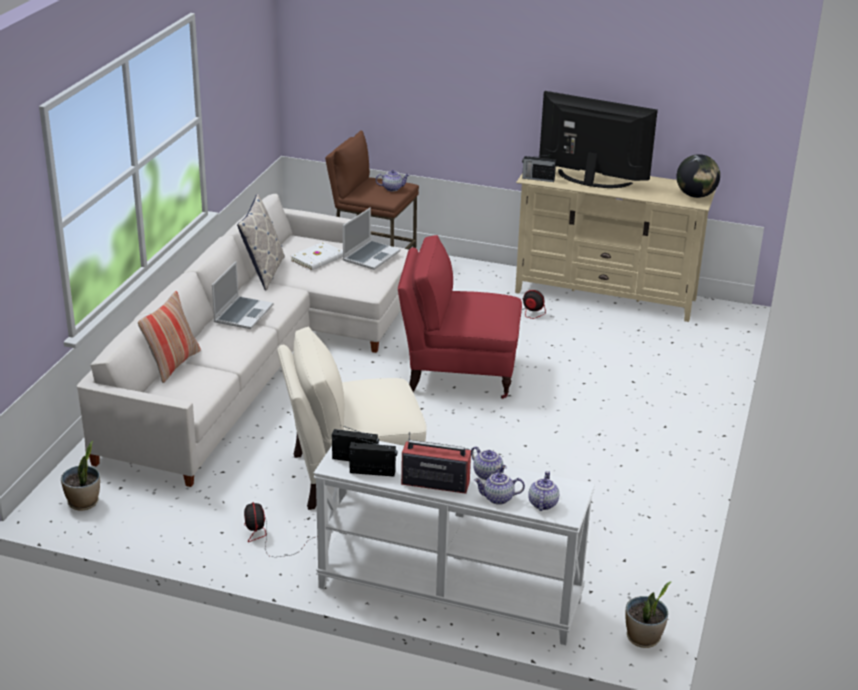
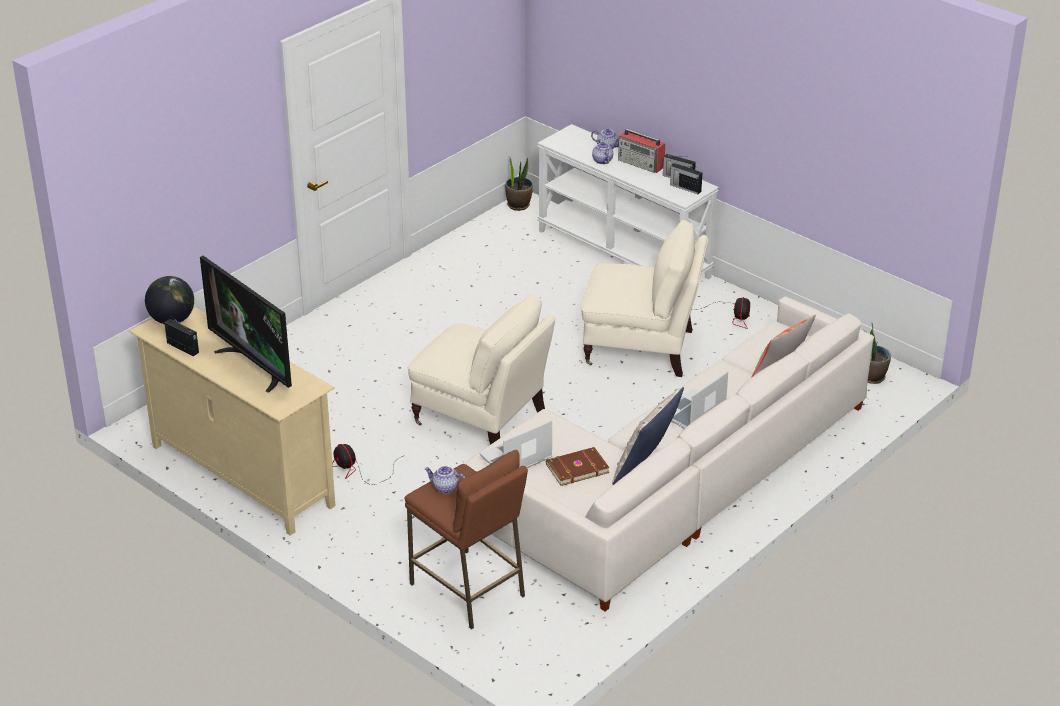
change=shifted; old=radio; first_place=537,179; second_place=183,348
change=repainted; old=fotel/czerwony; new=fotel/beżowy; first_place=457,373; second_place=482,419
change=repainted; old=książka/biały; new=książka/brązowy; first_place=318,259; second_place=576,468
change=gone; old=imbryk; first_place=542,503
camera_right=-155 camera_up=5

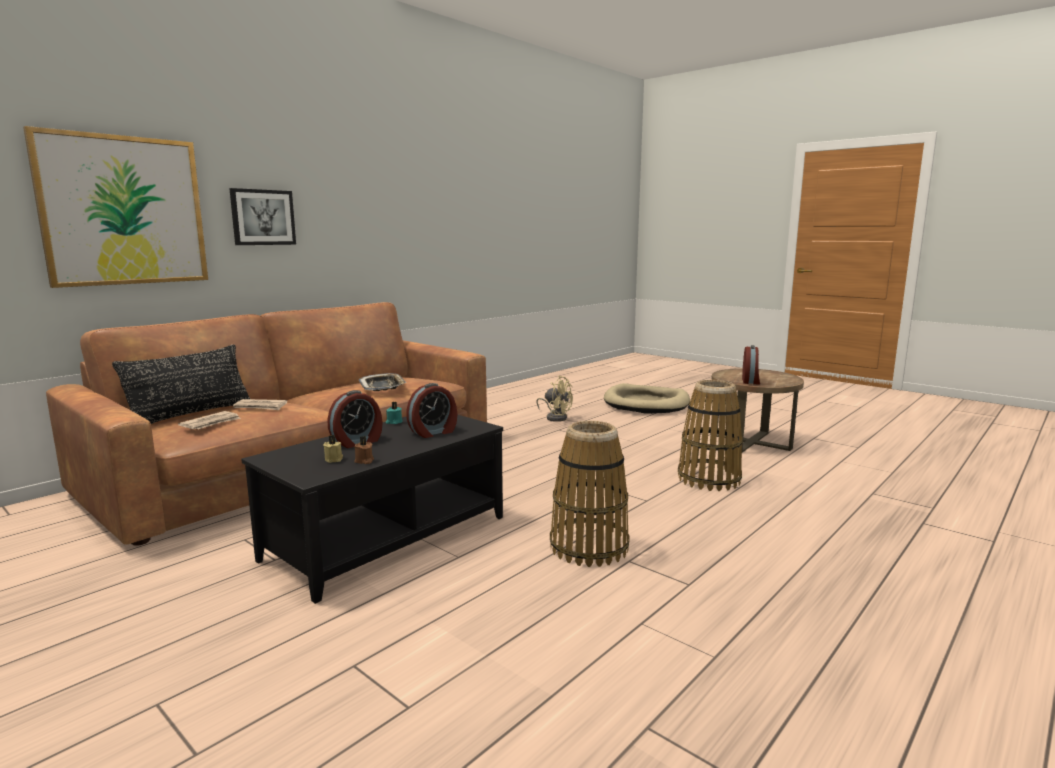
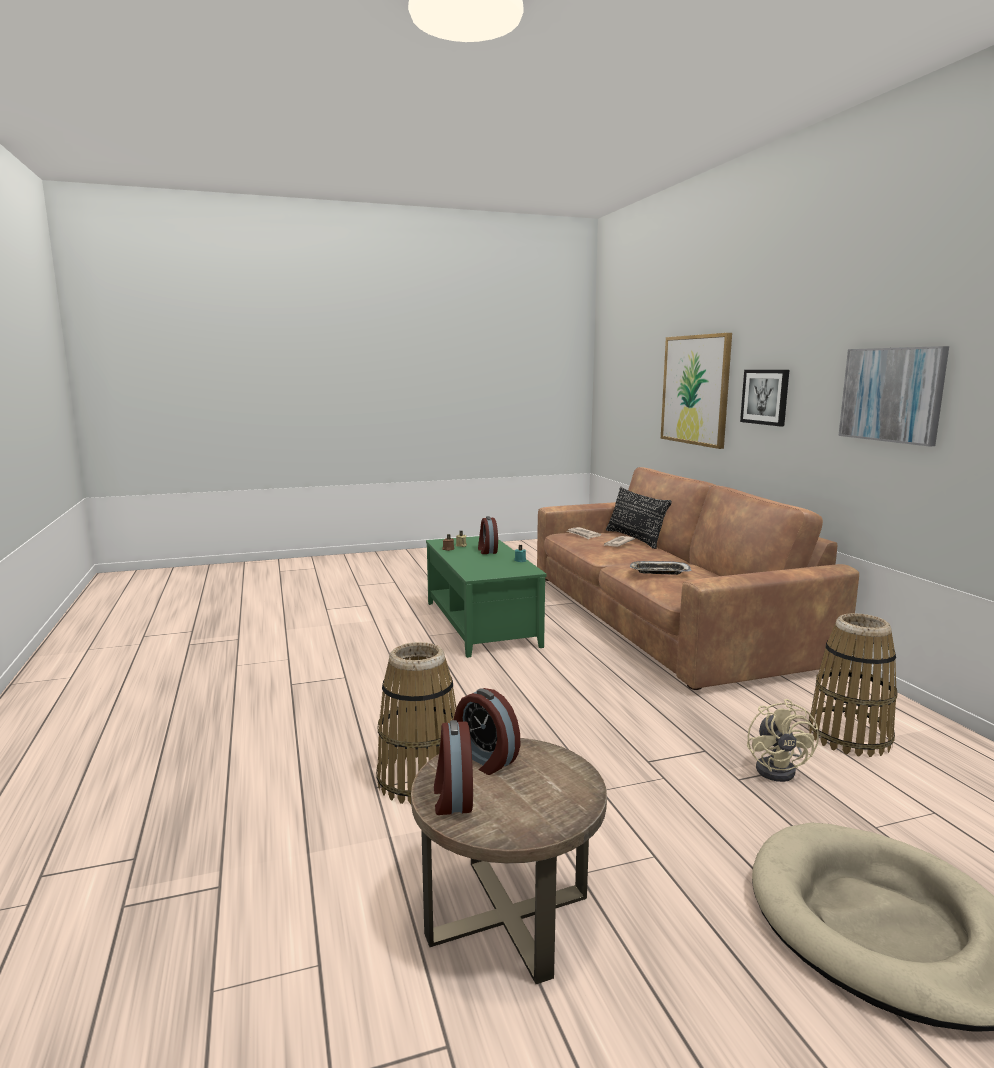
change=repainted; old=ława/czarny; new=ława/zielony; first_place=386,537; second_place=482,623
change=shifted; old=budzik; first_place=433,432; second_place=452,798
change=rotated; old=wentylator/beżowy; first_place=555,417; second_place=780,769; degrees=-60
change=shifted; old=koszyk; first_place=588,547; second_place=849,736
change=new; new=obraz; second_place=892,394
camera_right=120 camera_up=0

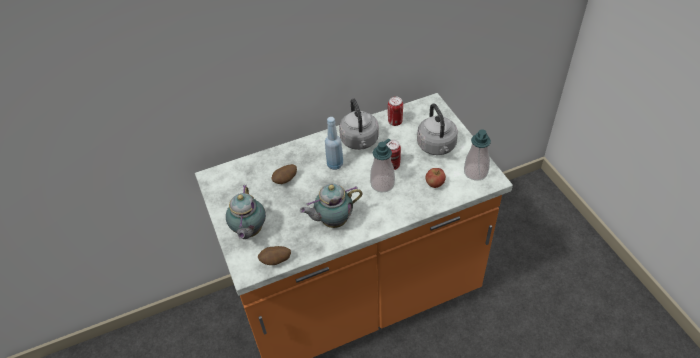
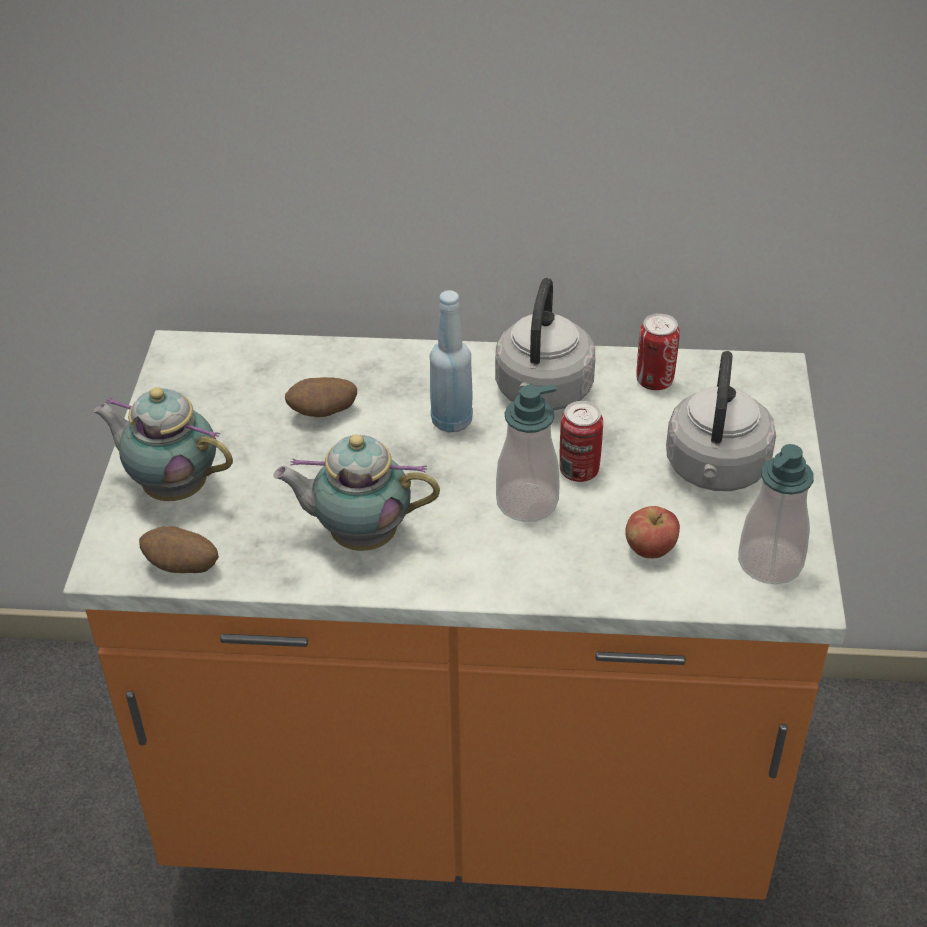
change=rotated; old=imbryk; first_place=249,232; second_place=172,487; degrees=90
camera_right=25 camera_up=-5

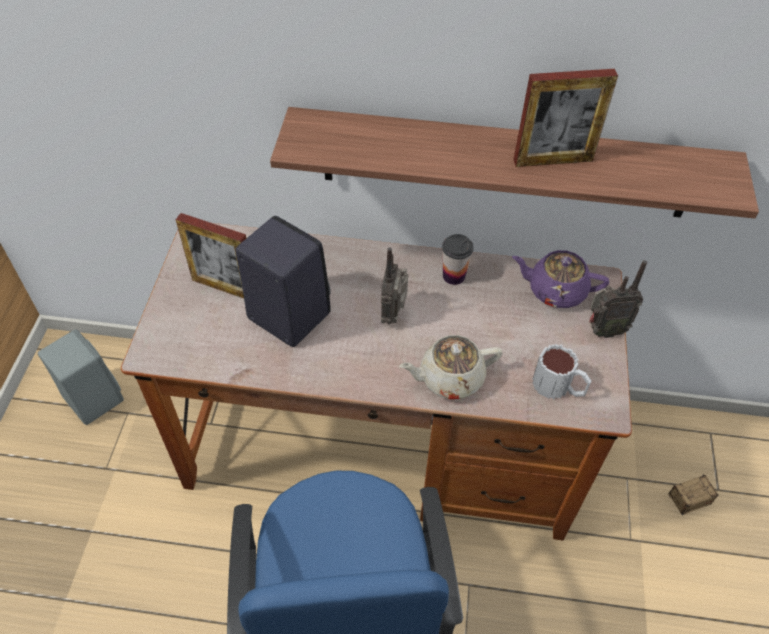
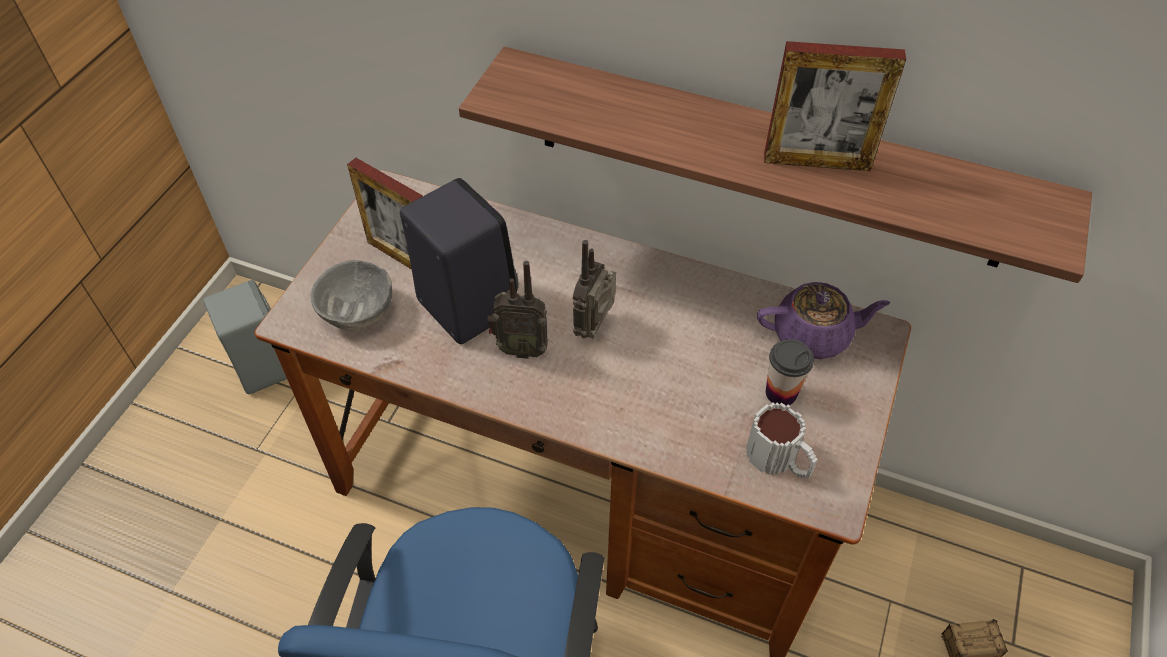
change=new; new=miska/szary; second_place=358,311
change=shifted; old=radio; first_place=603,330; second_place=521,348
change=rotated; old=imbryk/fioletowy; first_place=555,290; second_place=813,335; degrees=150
change=shifted; old=filiżanka; first_place=453,276; second_place=781,393
change=gone; old=imbryk/beżowy; first_place=450,378
camera_right=15 camera_up=0

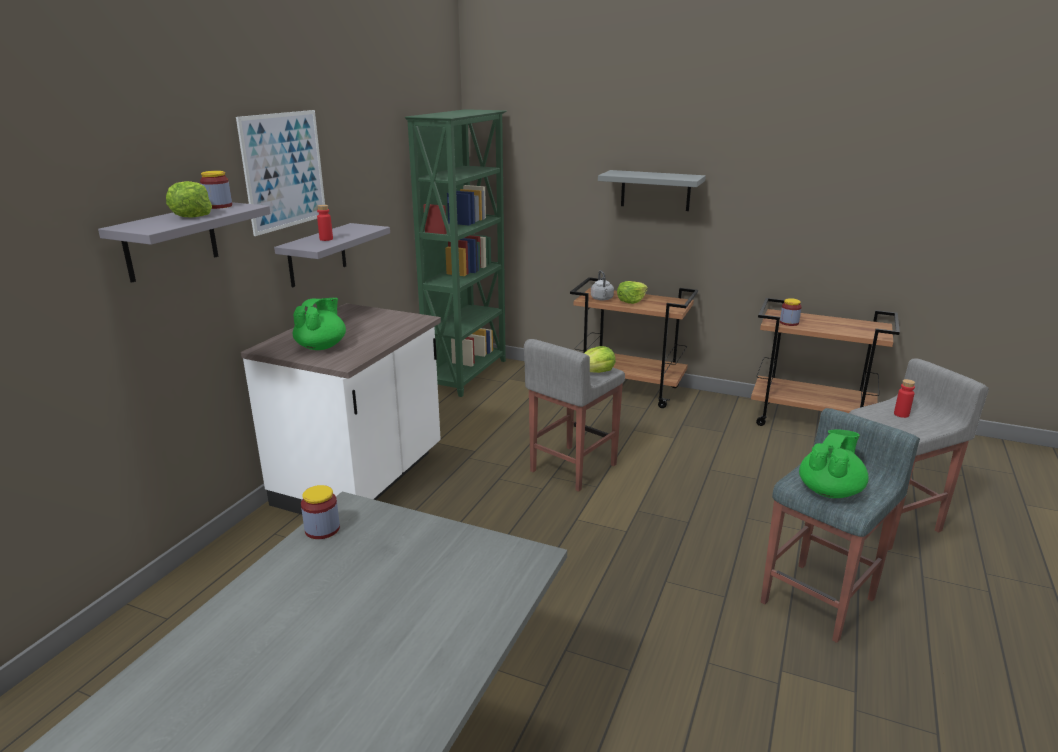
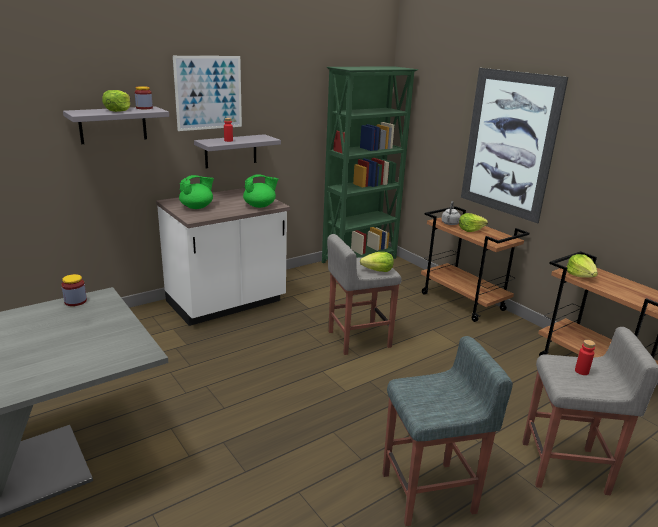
change=shifted; old=imbryk/zielony; first_place=830,491; second_place=260,206
change=swapped; old=półka/szary; new=obraz; first_place=655,190; second_place=509,144
change=swapped; old=słoik; new=sałata; first_place=789,323; second_place=580,275
camera_right=30 camera_up=0

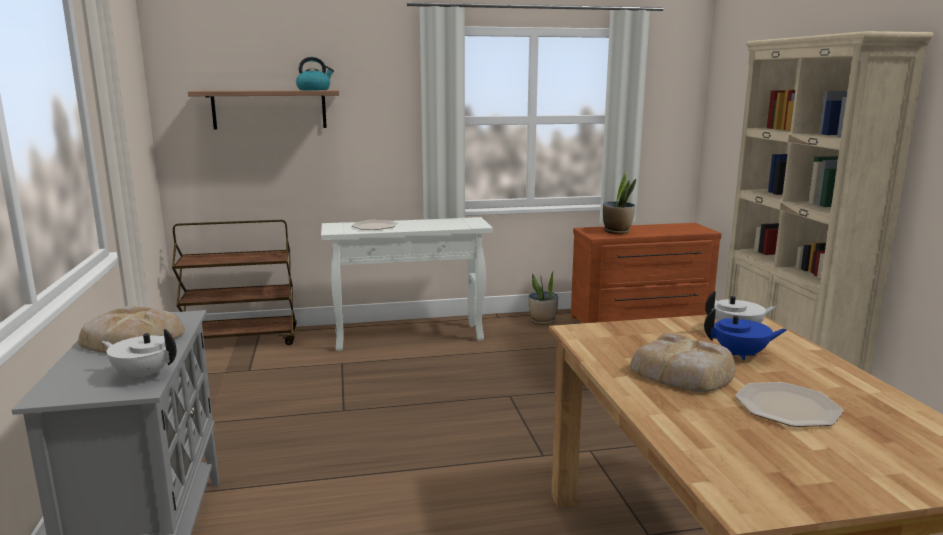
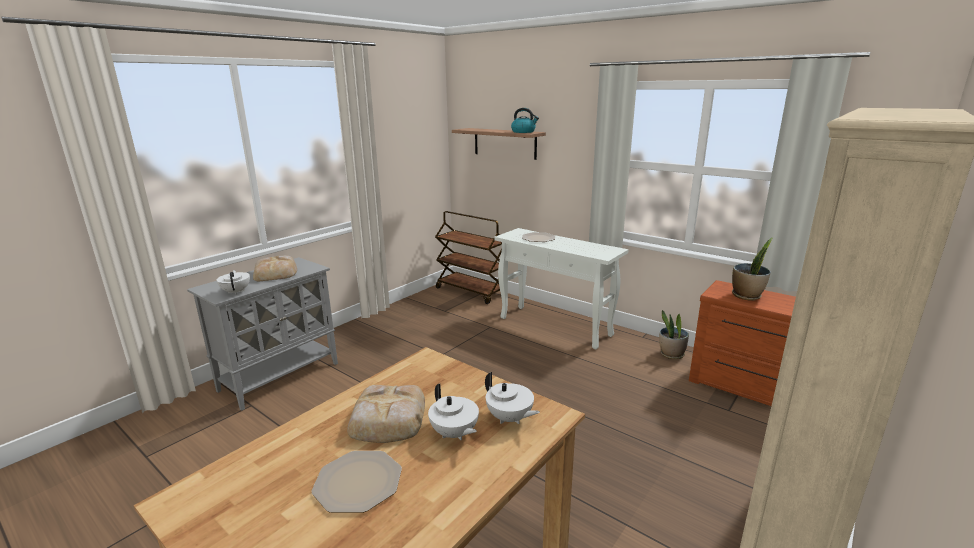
change=repainted; old=imbryk/niebieski; new=imbryk/biały; first_place=741,355; second_place=454,434
camera_right=50 camera_up=5

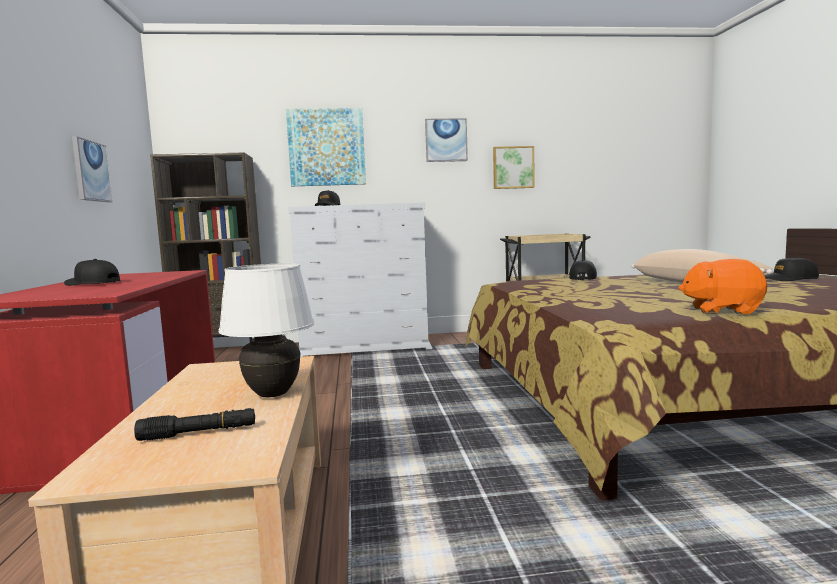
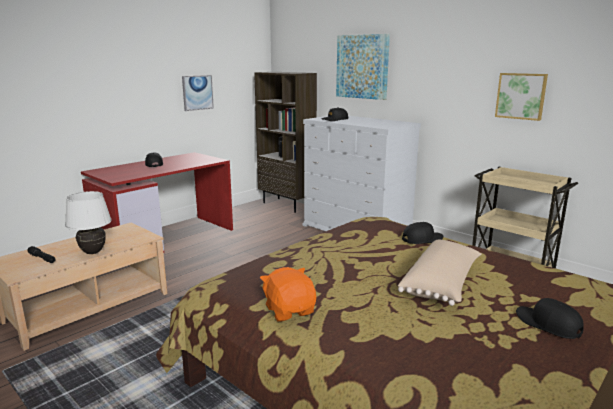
change=gone; old=obraz; first_place=446,140
camera_right=50 camera_up=10

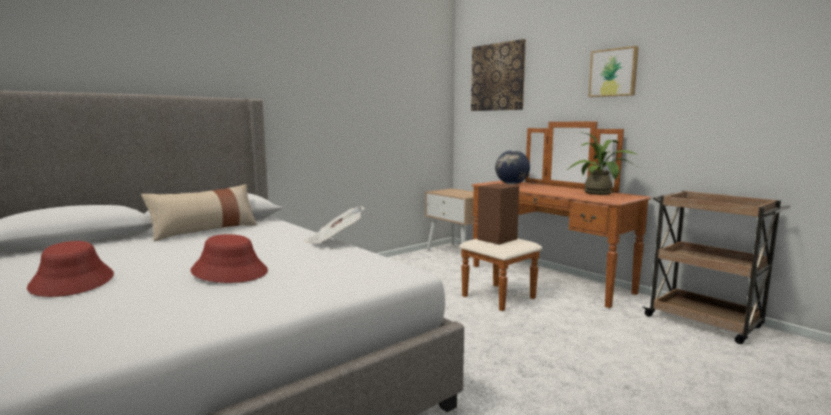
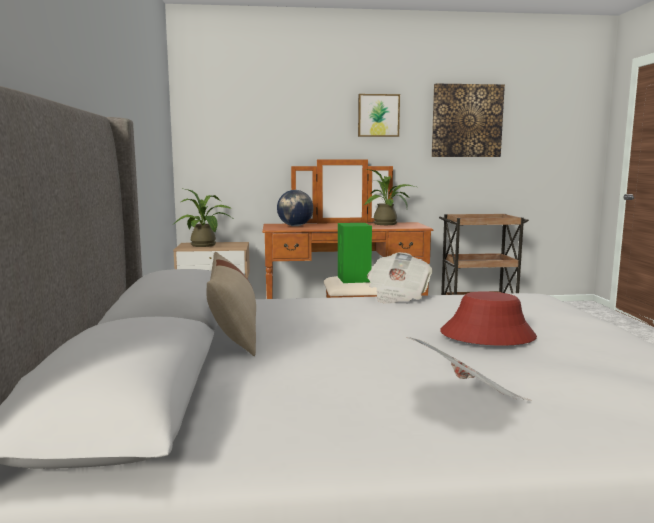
change=new; new=roślina doniczkowa; second_place=205,245
change=repainted; old=głośnik/brązowy; new=głośnik/zielony; first_place=496,239; second_place=354,279
change=swapped; old=kapelusz/czerwony; new=gazeta; first_place=73,281; second_place=466,400
change=shifted; old=obraz; first_place=497,77; second_place=467,121
camera_right=-55 camera_up=0

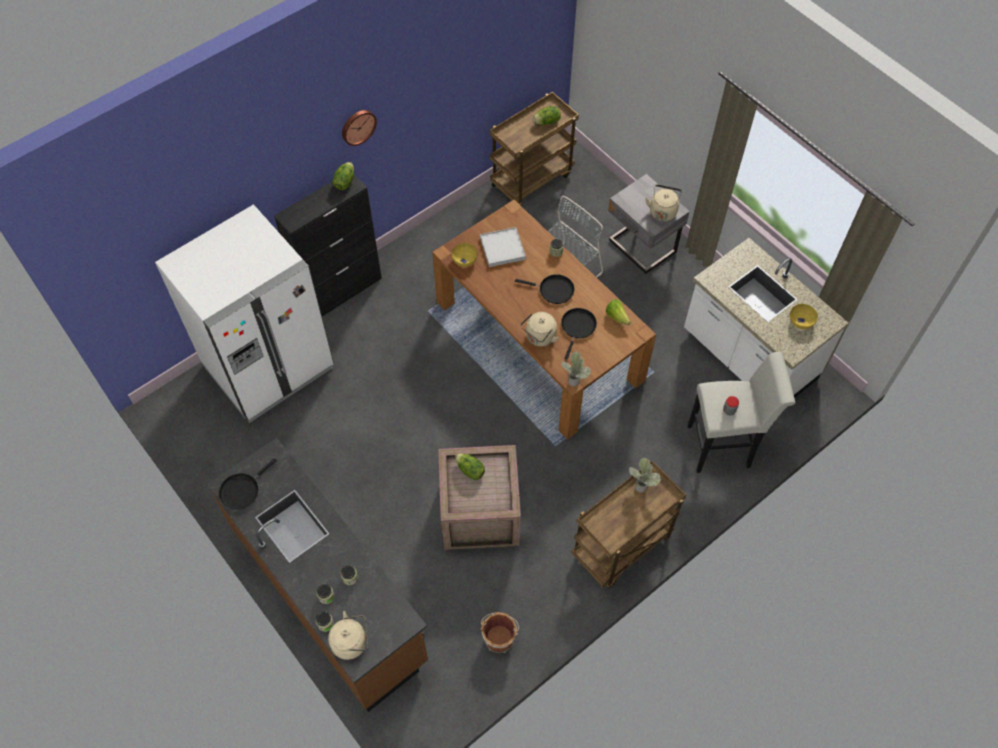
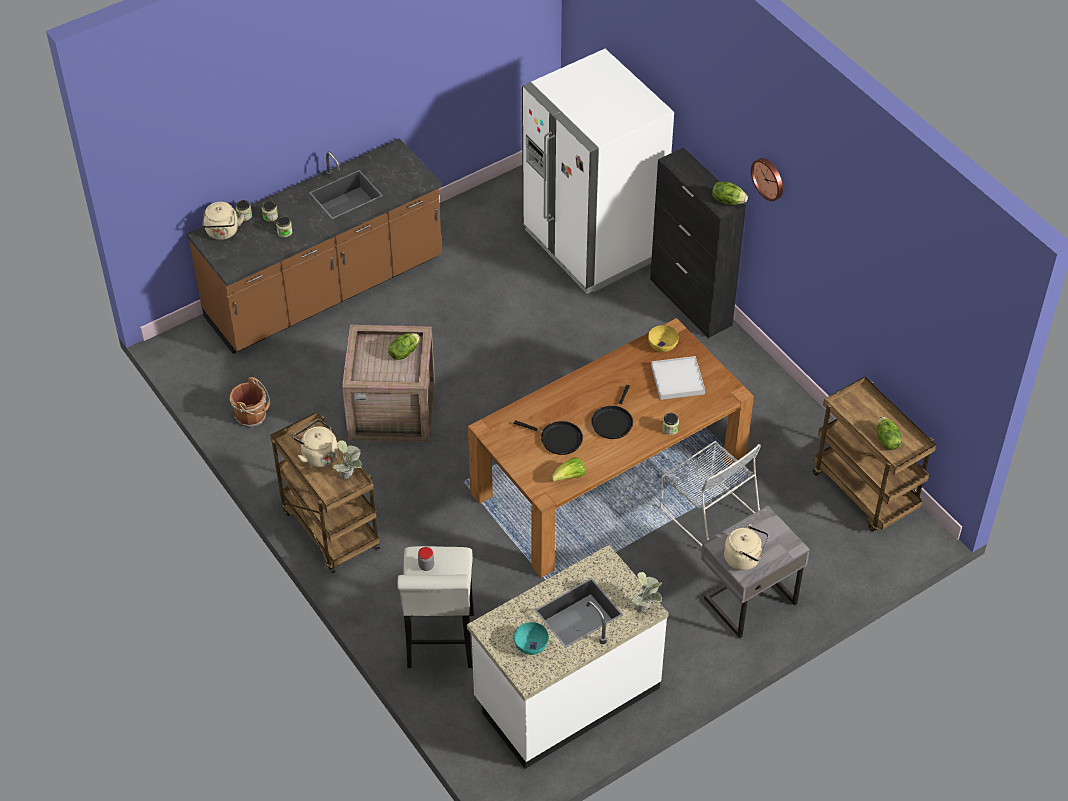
change=shifted; old=czajnik/beżowy; first_place=539,338; second_place=318,455
change=repainted; old=miska/żółty; new=miska/turkusowy; first_place=800,321; second_place=531,644
change=shifted; old=roślina doniczkowa; first_place=574,379; second_place=646,608
change=gone; old=patelnia/czarny; first_place=242,490
camera_right=95 camera_up=-10

